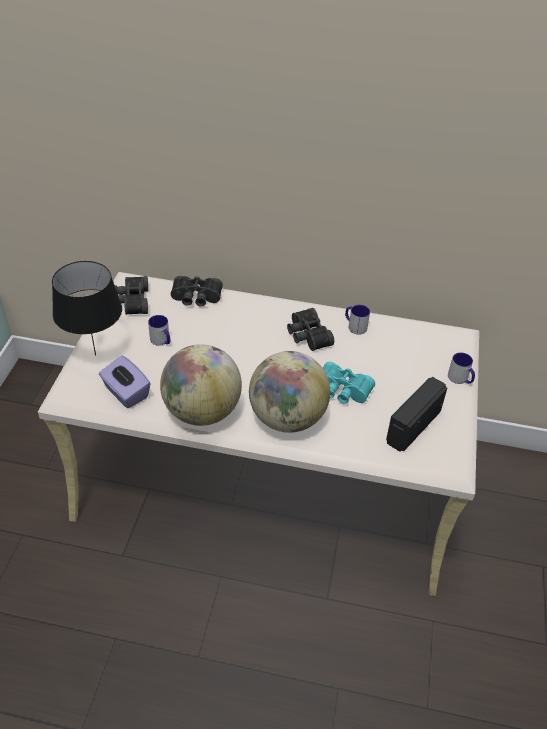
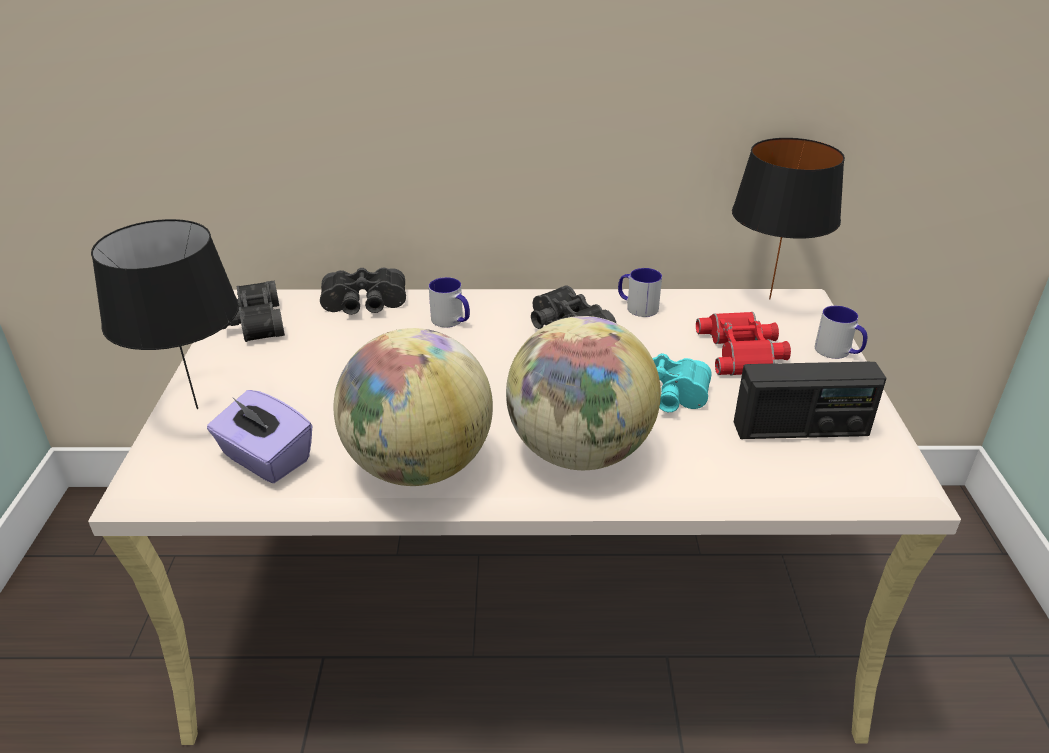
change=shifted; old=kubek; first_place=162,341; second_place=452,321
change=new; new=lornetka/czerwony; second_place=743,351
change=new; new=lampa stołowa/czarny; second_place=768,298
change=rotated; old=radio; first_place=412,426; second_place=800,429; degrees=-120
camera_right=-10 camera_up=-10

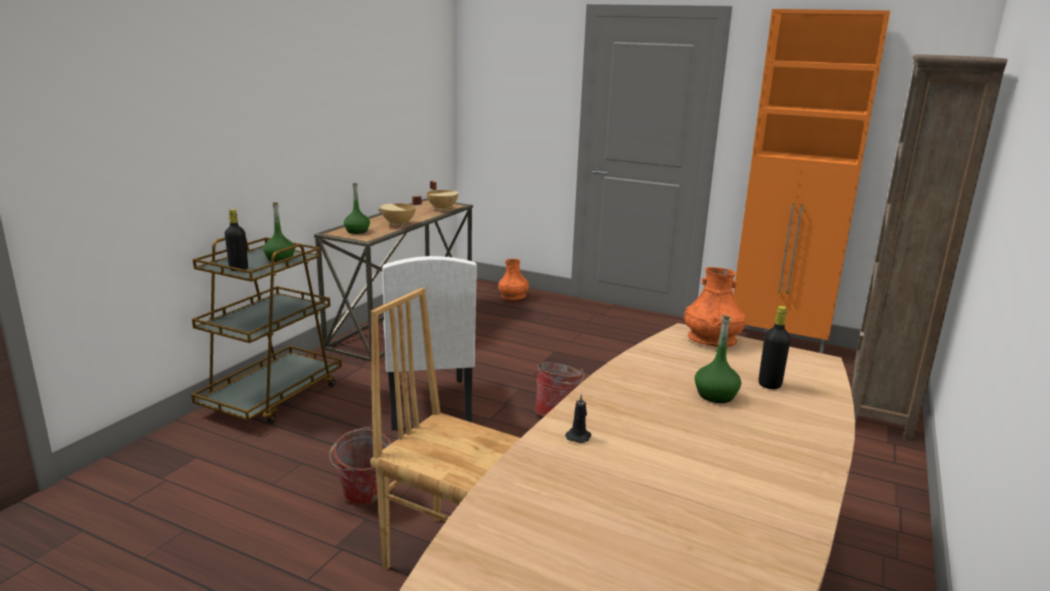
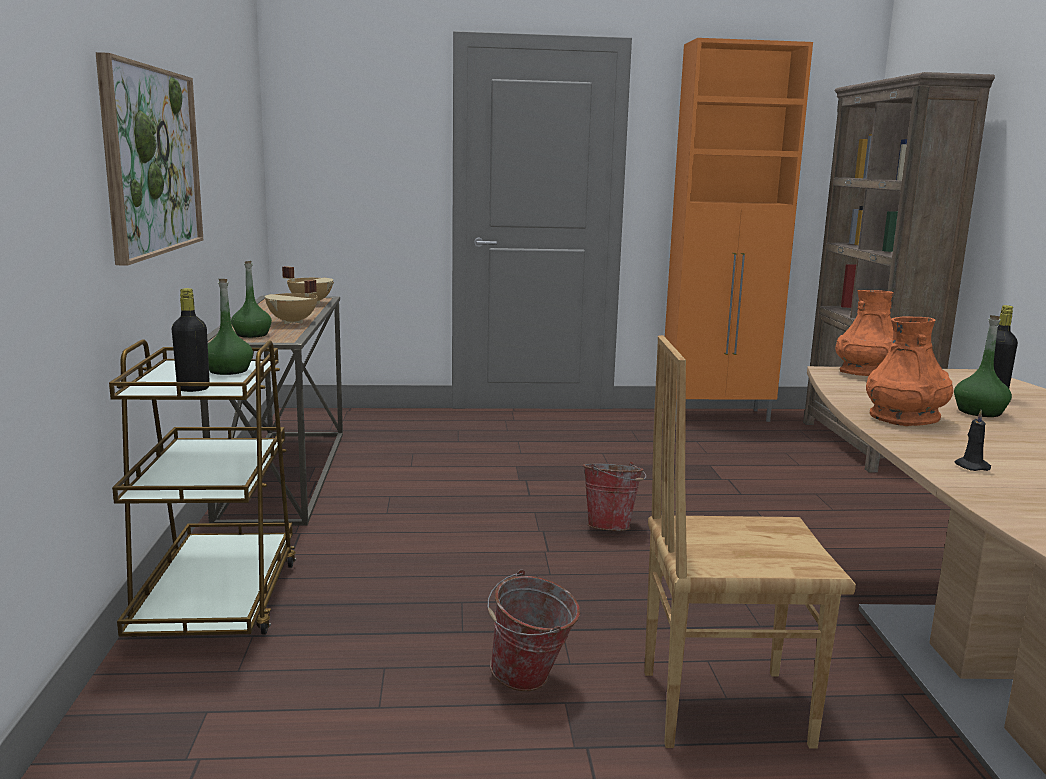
change=new; new=obraz; second_place=152,161
change=shifted; old=wazon/pomarańczowy; first_place=513,297; second_place=904,418
change=gone; old=krzesło/biały; first_place=427,404
camera_right=-30 camera_up=-5

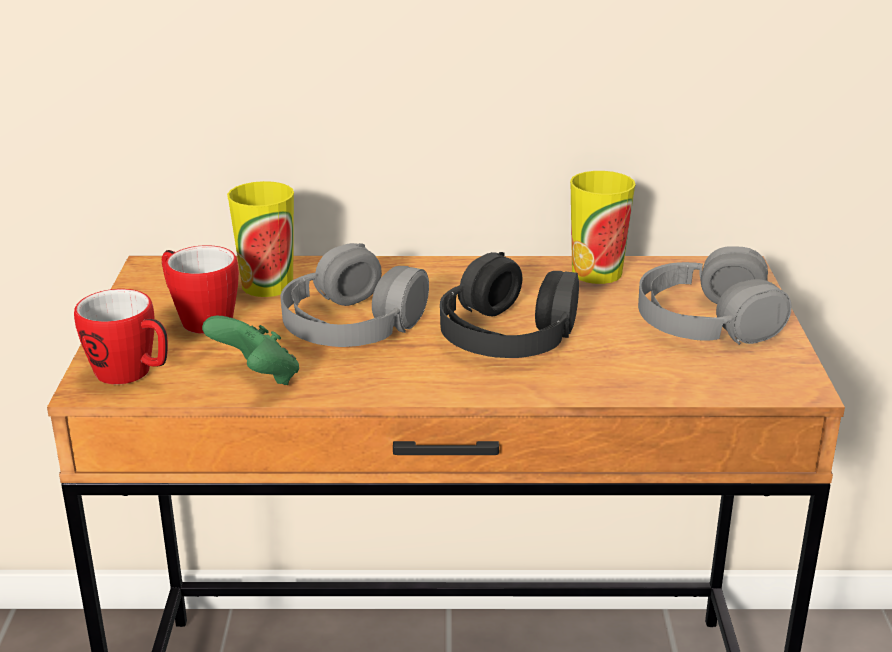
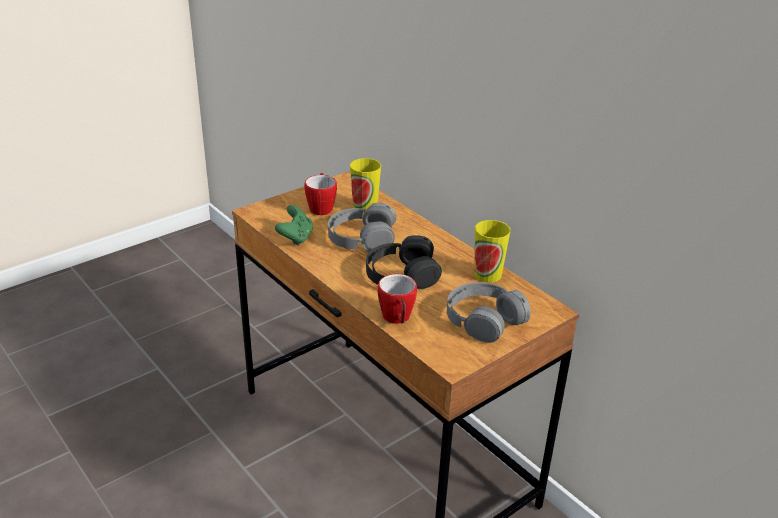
change=shifted; old=kubek; first_place=132,374; second_place=397,319
camera_right=50 camera_up=5

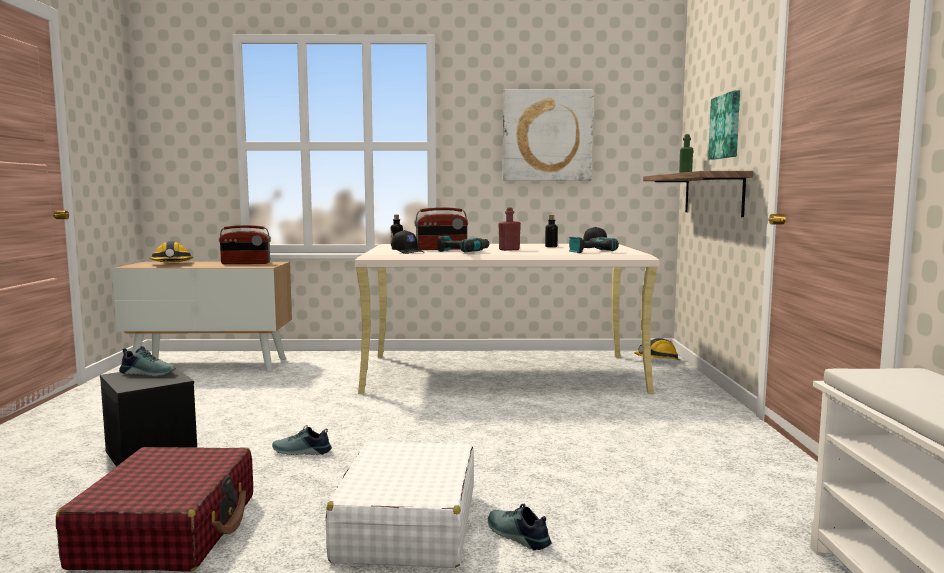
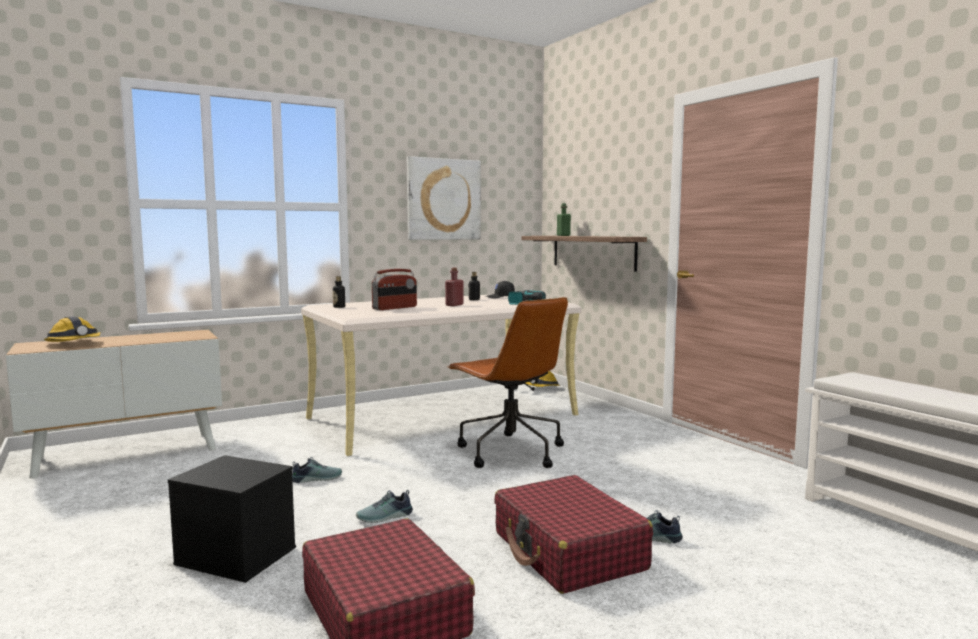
change=shifted; old=but; first_place=149,373; second_place=316,478
change=new; new=krzesło biurowe/brązowy; second_place=509,452
change=repainted; old=walizka/biały; new=walizka/czerwony; first_place=406,525; second_place=568,551
change=gone; old=radio; first_place=245,263
change=gone; old=czapka z daszkiem/czarny; first_place=408,252
change=gone; old=wiertarka; first_place=463,251
change=gone; old=obraz; first_place=726,126
camera_right=-30 camera_up=0

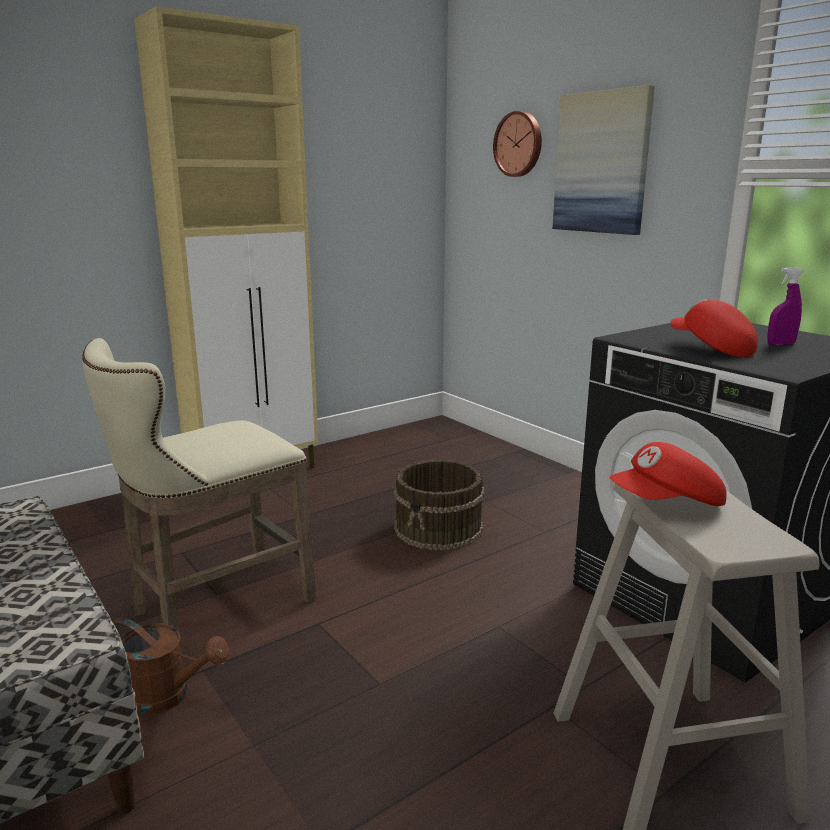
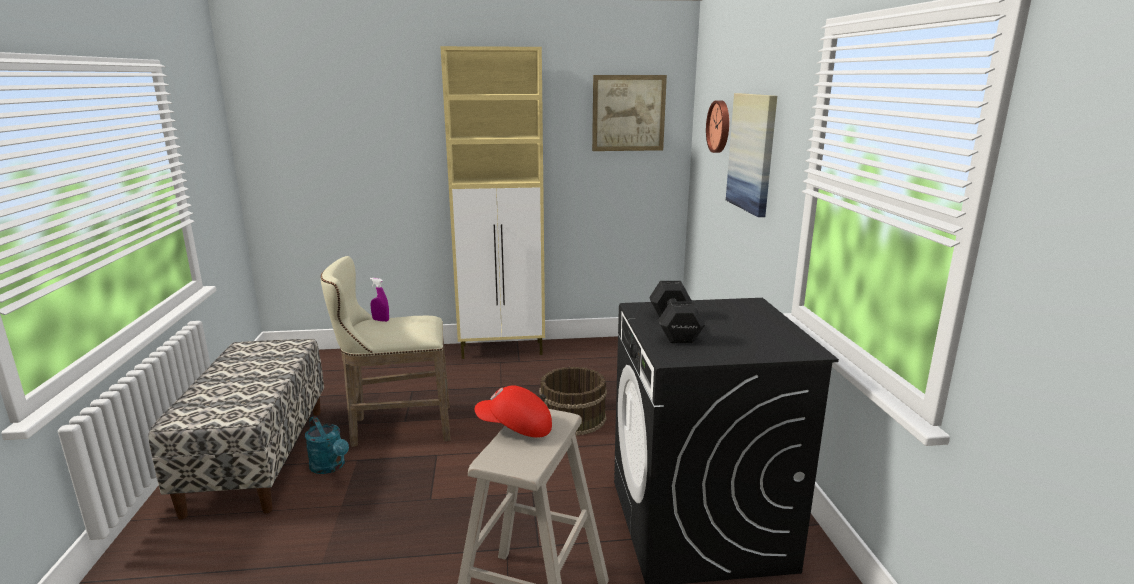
change=repainted; old=konewka/brązowy; new=konewka/turkusowy; first_place=167,696; second_place=330,467
change=shifted; old=spryskiwacz/fioletowy; first_place=780,344; second_place=381,320
change=new; new=obraz; second_place=628,113
change=swapped; old=czapka z daszkiem/czerwony; new=hantel/czarny; first_place=710,348; second_place=674,328
camera_right=30 camera_up=0

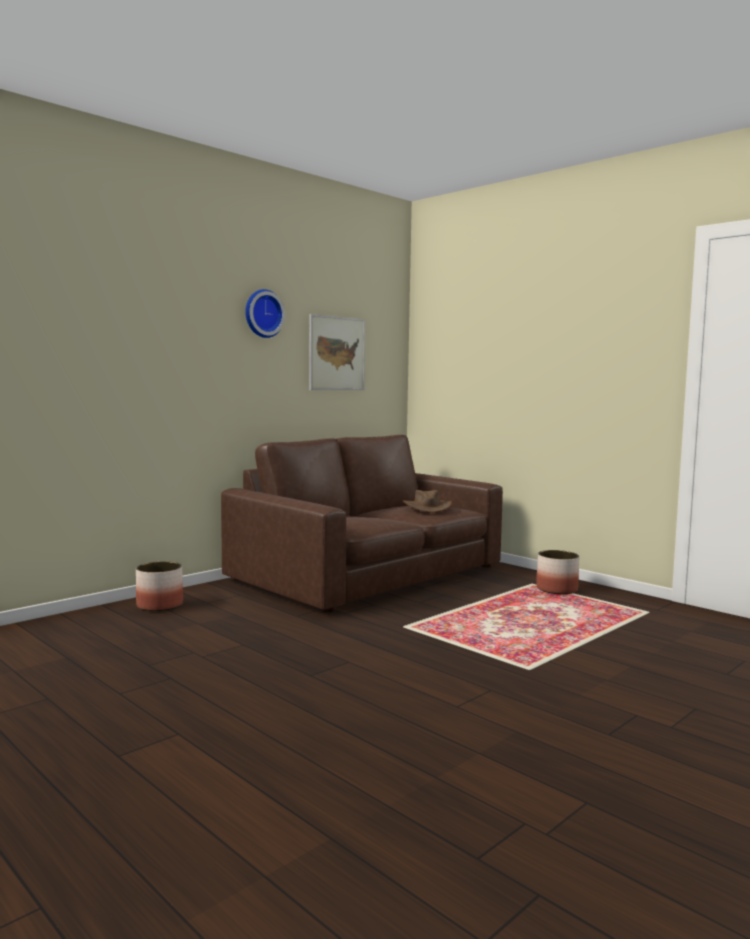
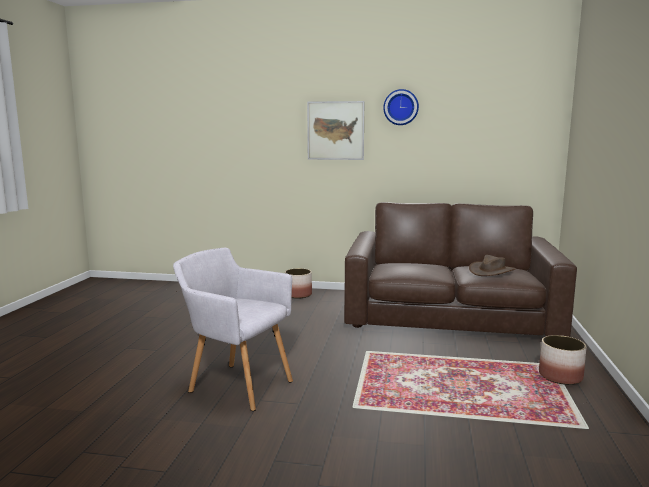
change=new; new=fotel/szary; second_place=237,384
change=shifted; old=obraz; first_place=337,353; second_place=335,130
camera_right=55 camera_up=5

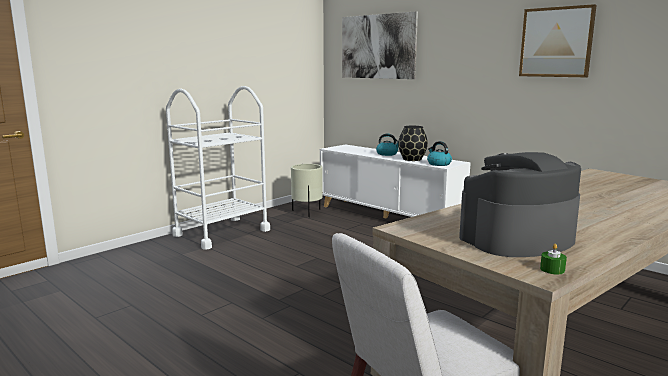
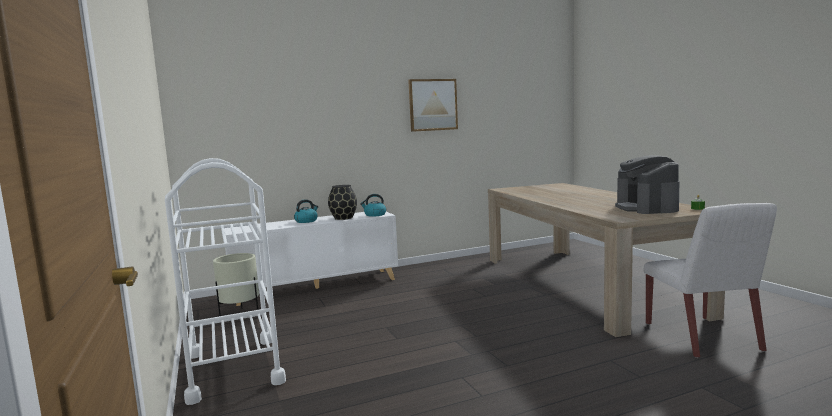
change=gone; old=obraz; first_place=377,46
camera_right=-65 camera_up=-5

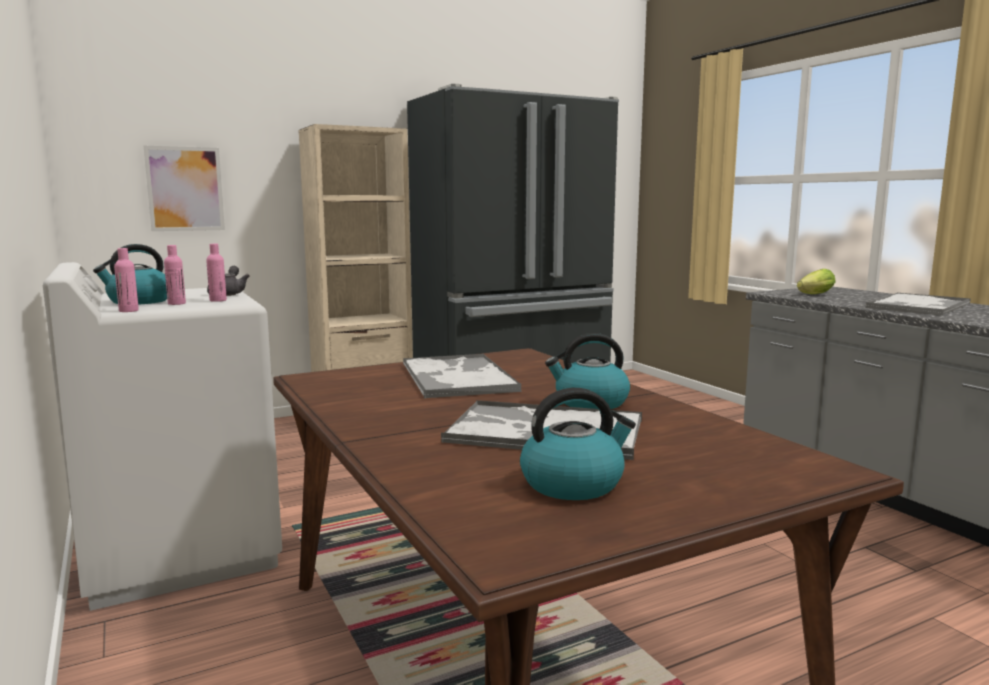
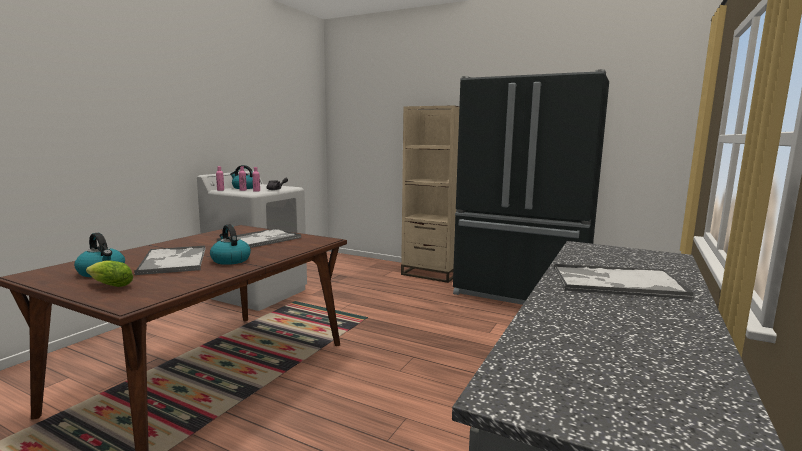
change=shifted; old=sałata; first_place=812,295; second_place=108,285
change=gone; old=obraz; first_place=185,189
camera_right=55 camera_up=0

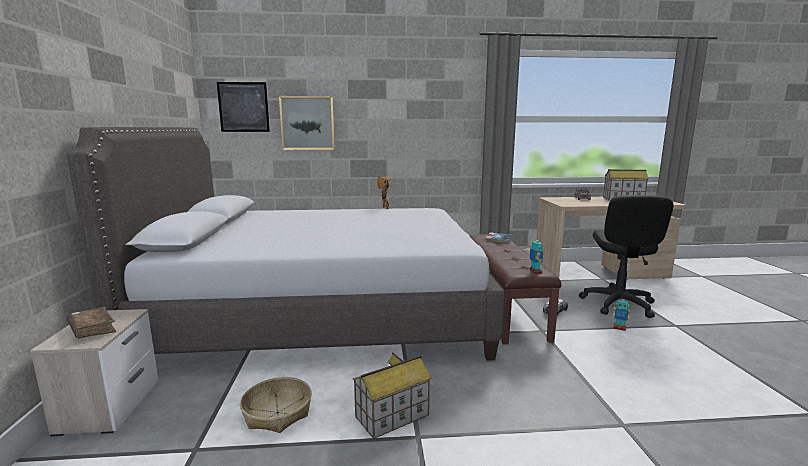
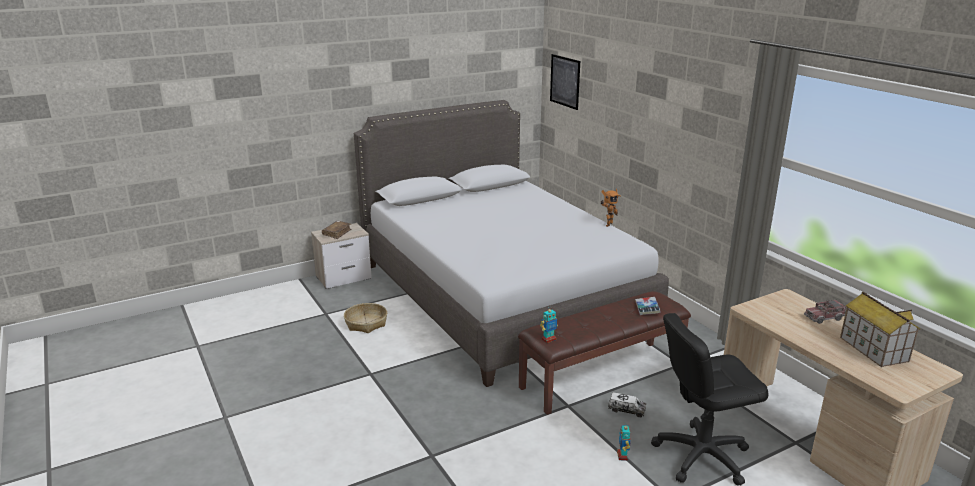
change=gone; old=obraz; first_place=307,123
change=gone; old=domek; first_place=392,416
camera_right=65 camera_up=10

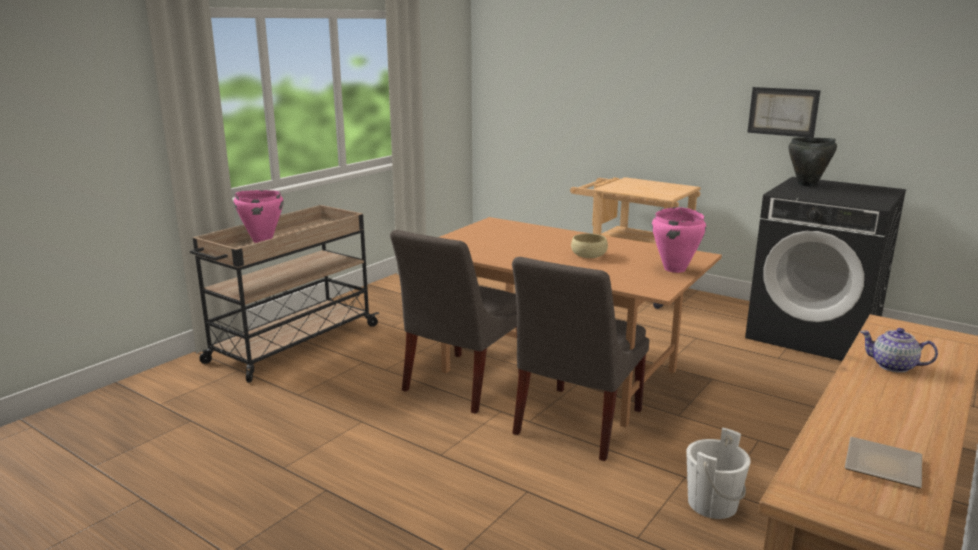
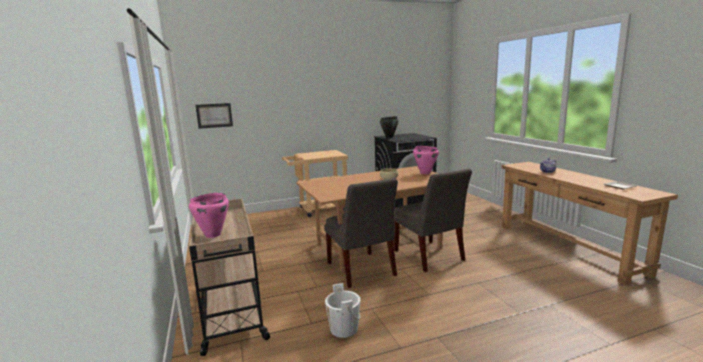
change=shifted; old=obraz; first_place=783,112; second_place=214,115
change=shifted; old=wiadro/biały; first_place=712,504; second_place=344,329
camera_right=-55 camera_up=-5

